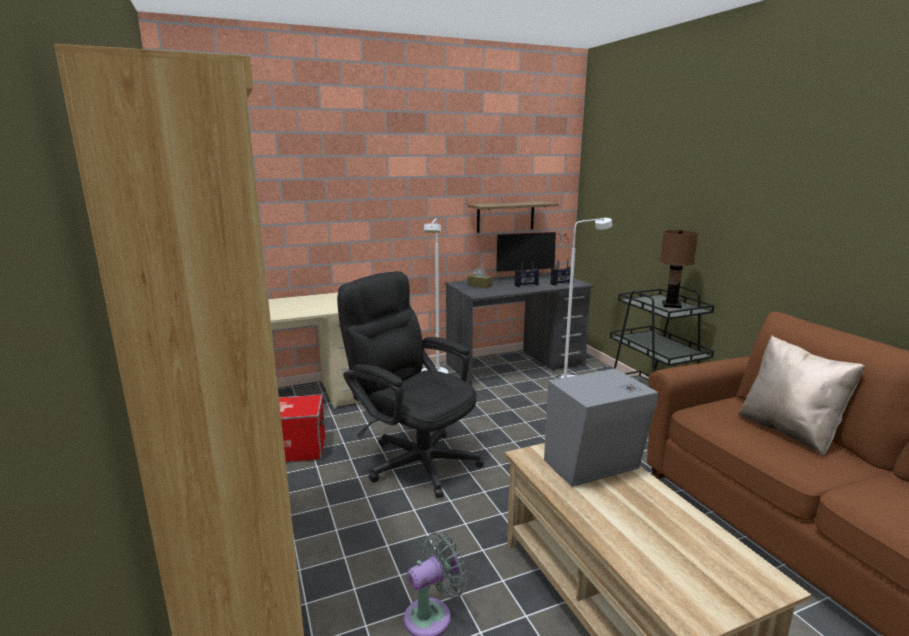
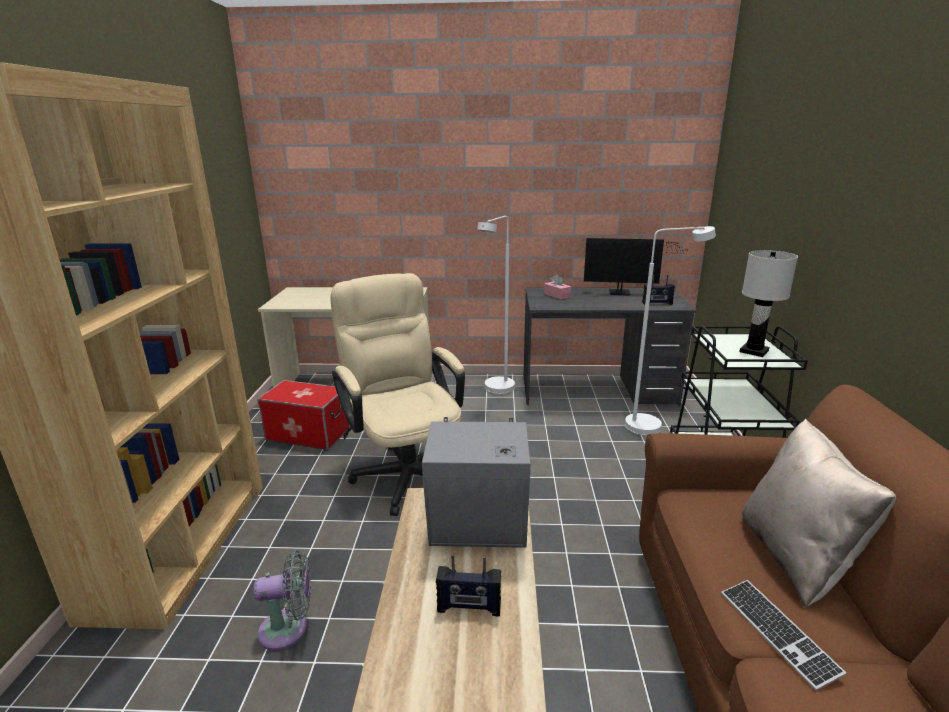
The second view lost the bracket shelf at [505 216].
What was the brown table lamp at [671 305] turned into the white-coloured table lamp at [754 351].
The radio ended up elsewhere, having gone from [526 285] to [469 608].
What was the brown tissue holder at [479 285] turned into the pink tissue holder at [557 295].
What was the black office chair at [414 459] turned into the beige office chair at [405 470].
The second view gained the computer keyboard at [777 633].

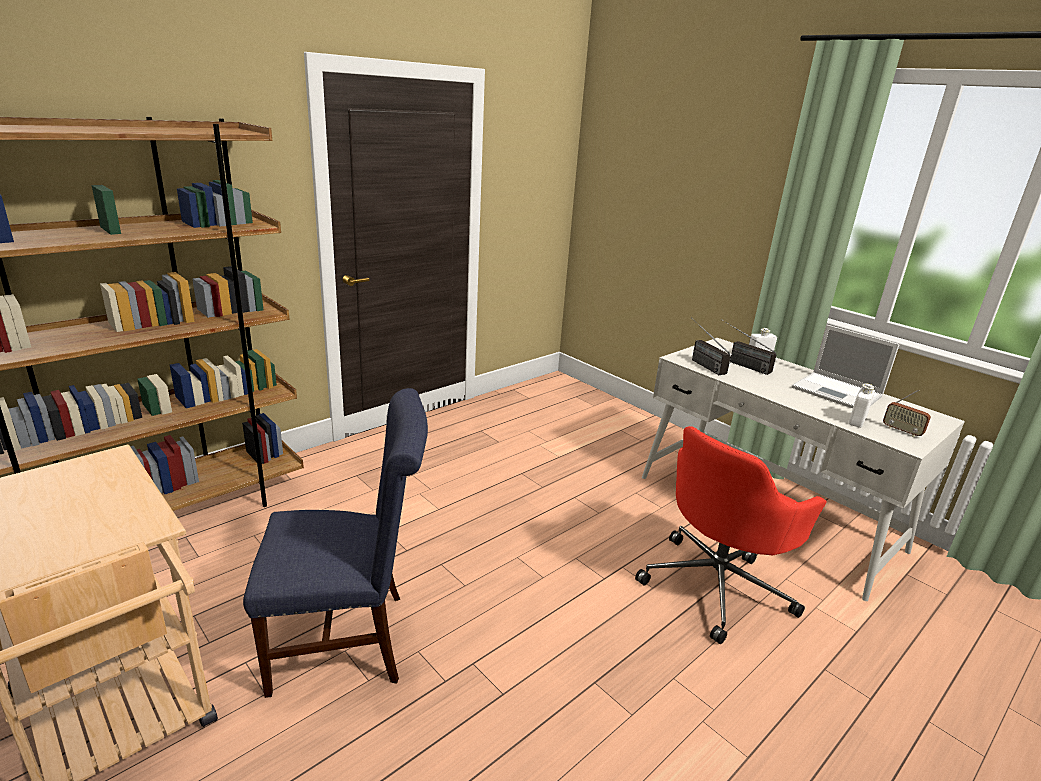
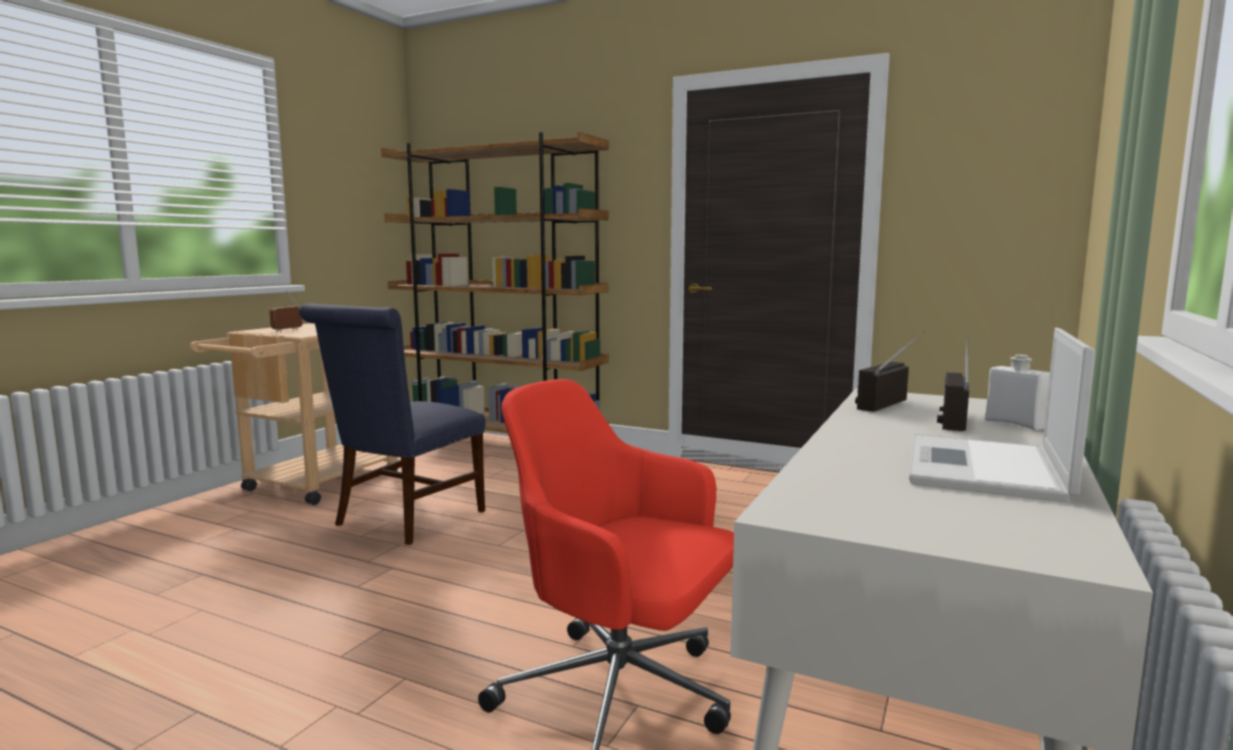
The second view lost the white-coloured drink bottle at [857 421].
The blue plain chair at [349 639] ended up facing another way, 60 degrees clockwise from before.
The radio ended up elsewhere, having gone from [902 431] to [287 330].

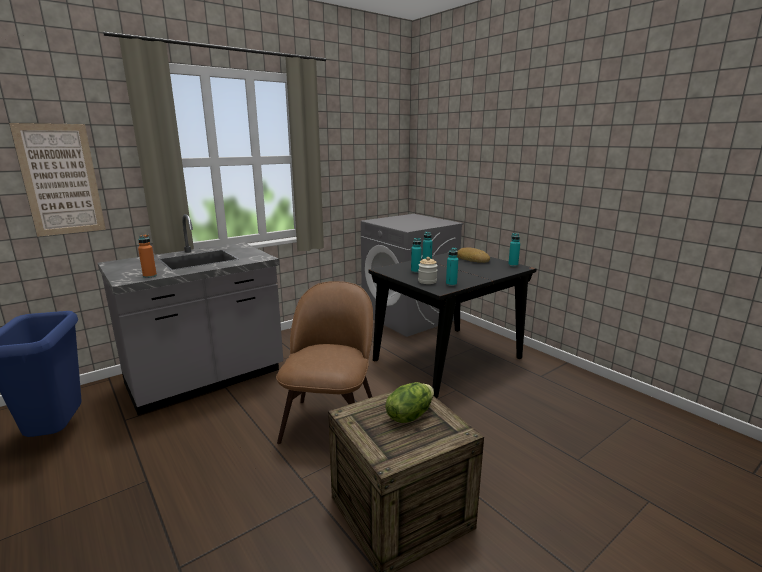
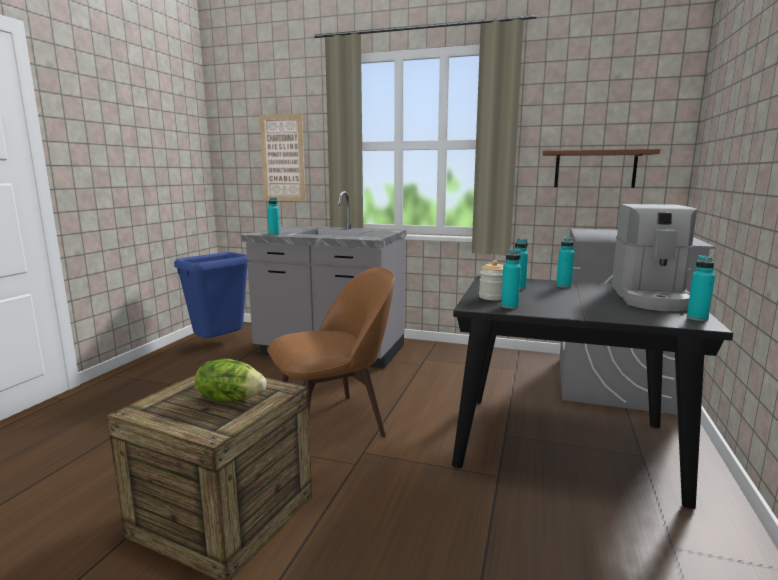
What was the orangey drink bottle at [150 276] turned into the blue-green drink bottle at [274 234].
Where the bread stood at [472 259], the coffee machine came to stand at [650 298].
The second view gained the brown bracket shelf at [595 169].

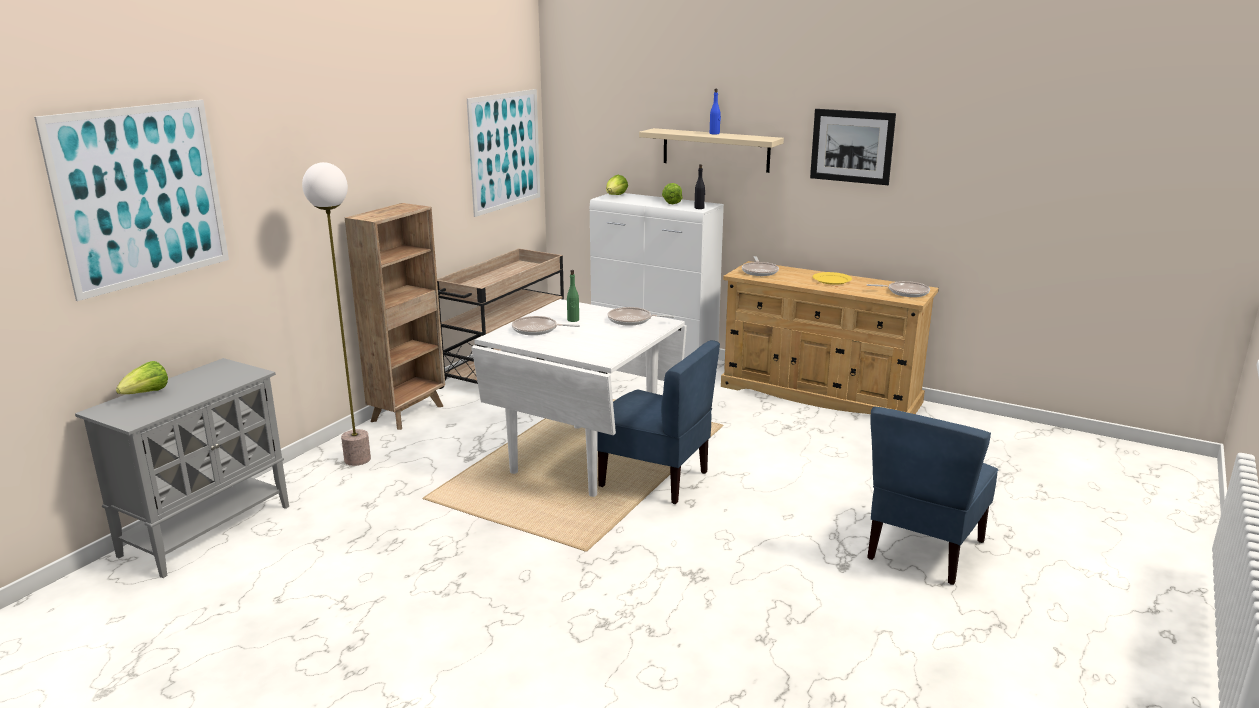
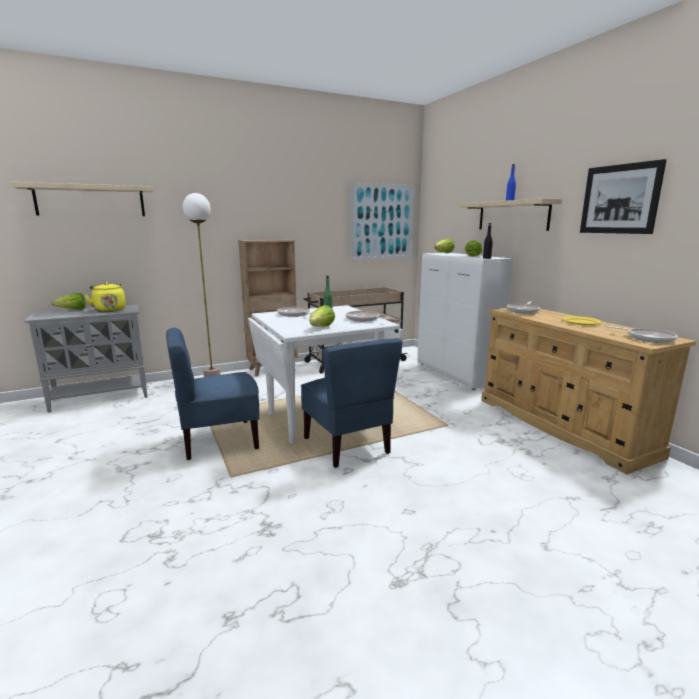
Where the wall art hung at [141 195], the beige bracket shelf came to hang at [90 201].
The blue plain chair ended up elsewhere, having gone from [923 549] to [219 440].
The second view gained the yellowish kettle at [109 310].
The second view gained the head of lettuce at [321 328].

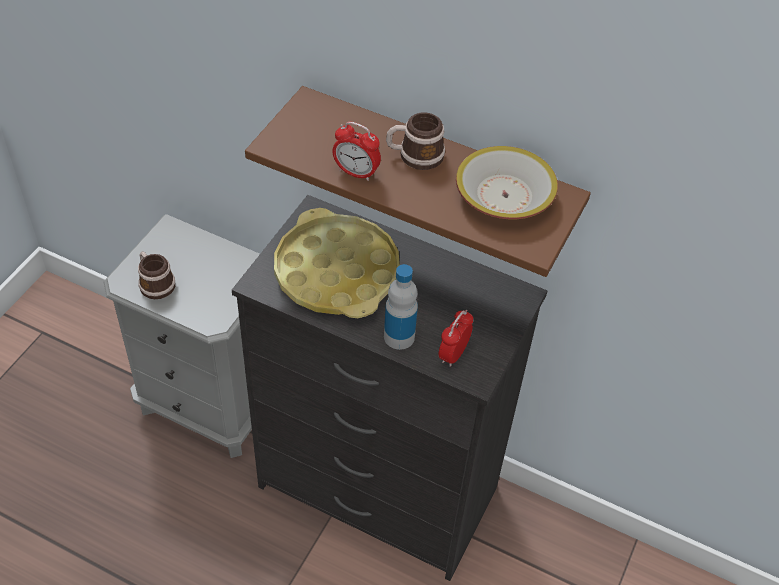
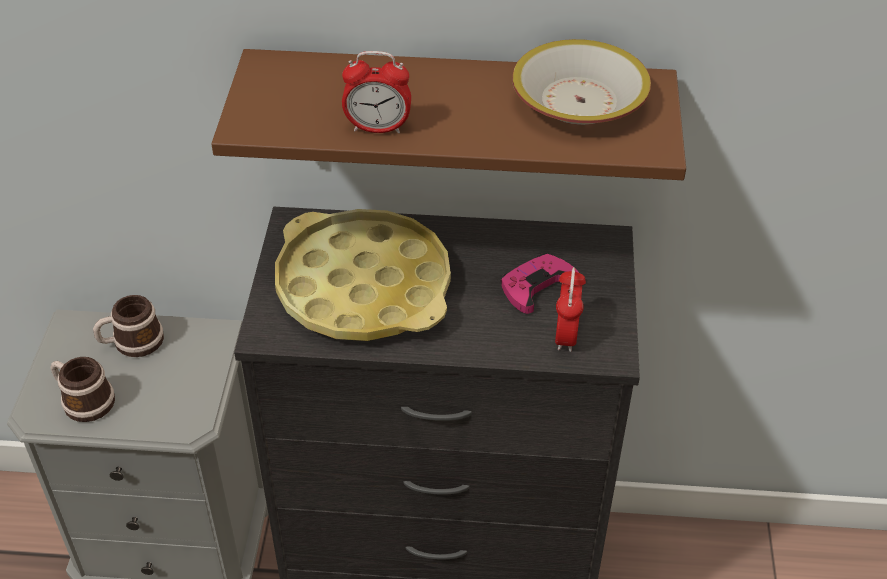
The mug ended up elsewhere, having gone from [414 156] to [132 342].
The second view lost the drink bottle at [399 337].
The second view gained the pink joypad at [537 286].

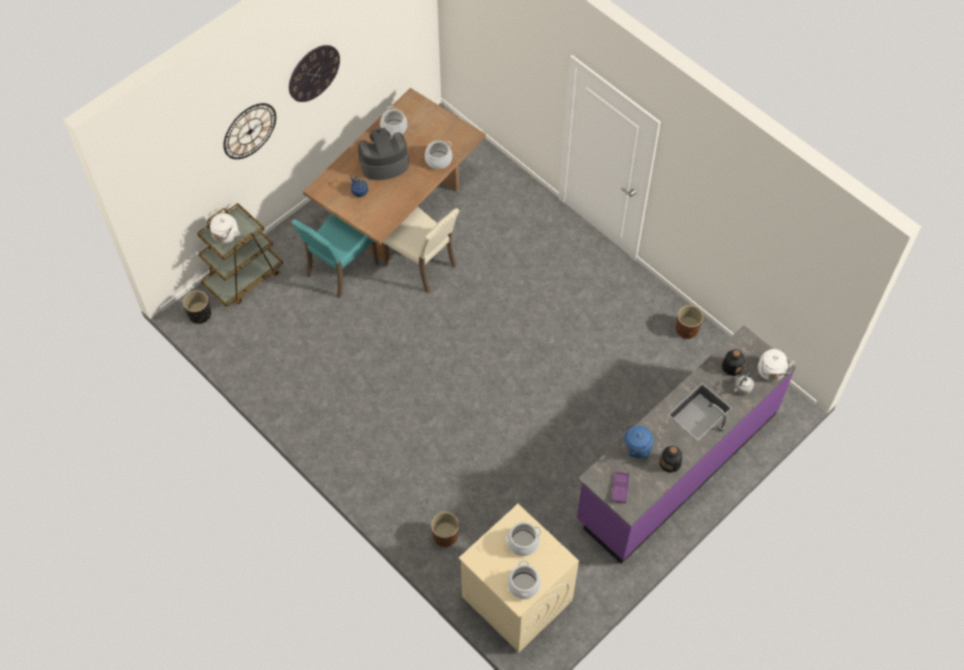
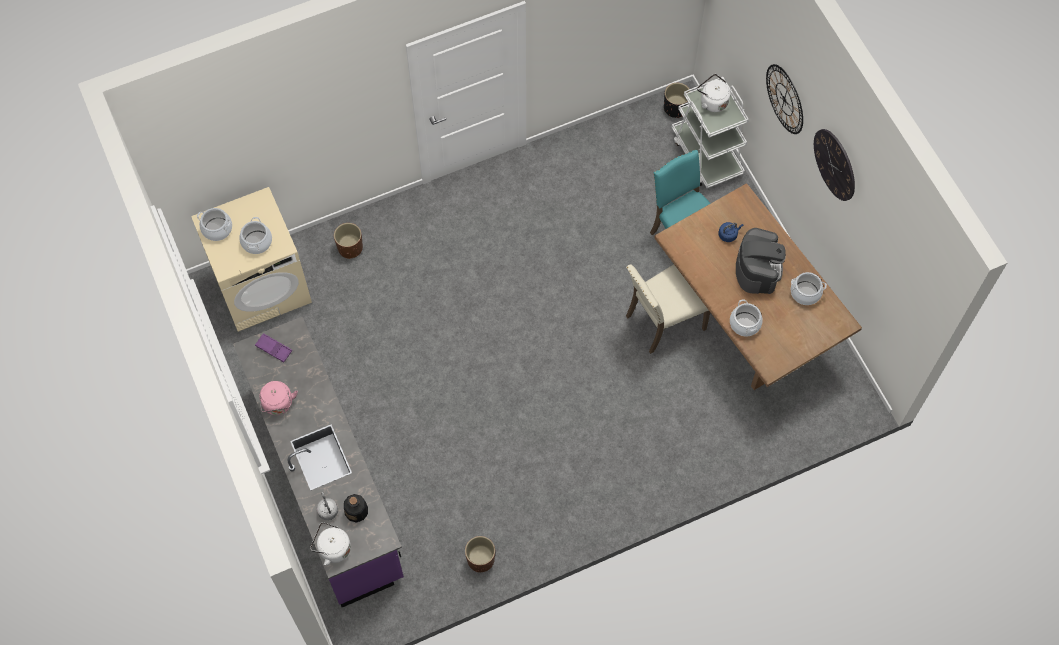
What was the brown wheeled cart at [243 277] turned into the white-coloured wheeled cart at [706 155].
The second view lost the blue kettle at [635 448].
Where the drink bottle stood at [670 463], the pink kettle came to stand at [278 405].

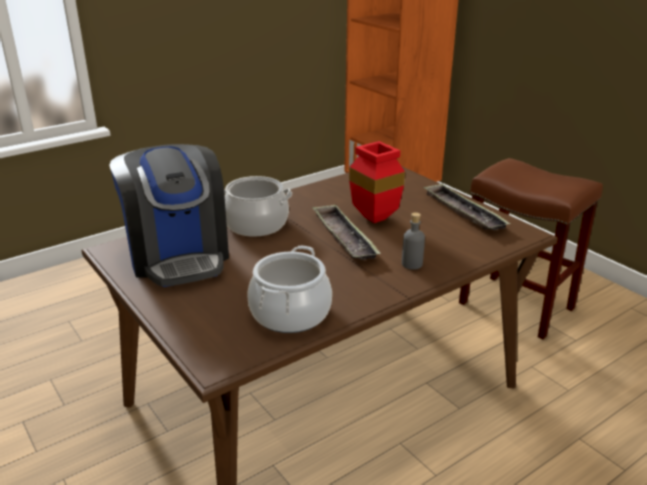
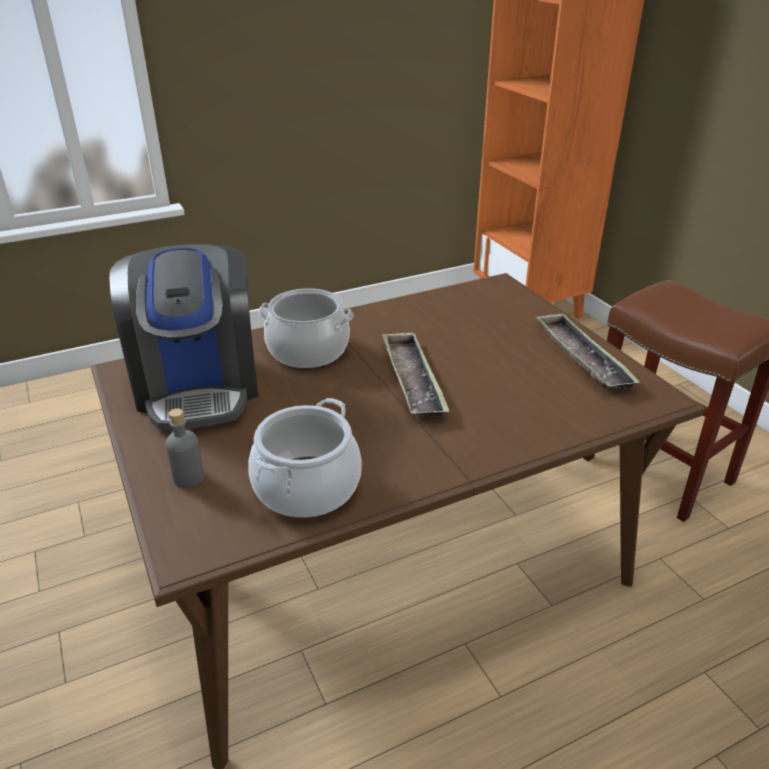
The second view lost the red flower vase at [377 219].
The gray drink bottle ended up elsewhere, having gone from [412 264] to [188 478].

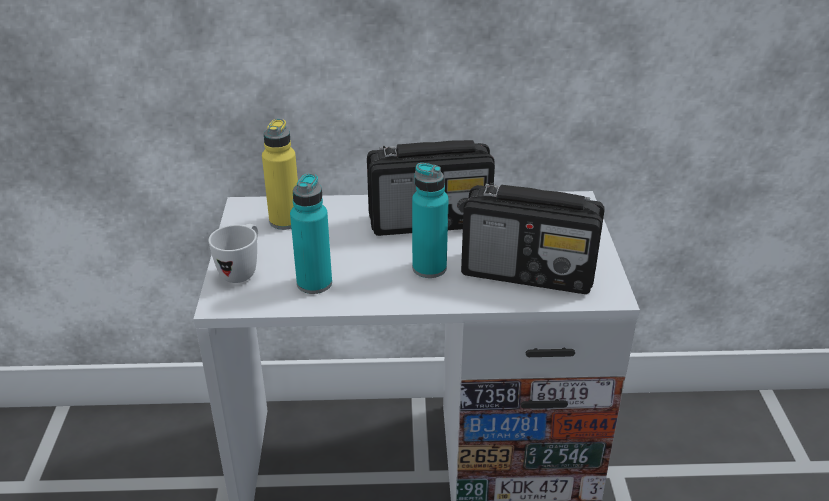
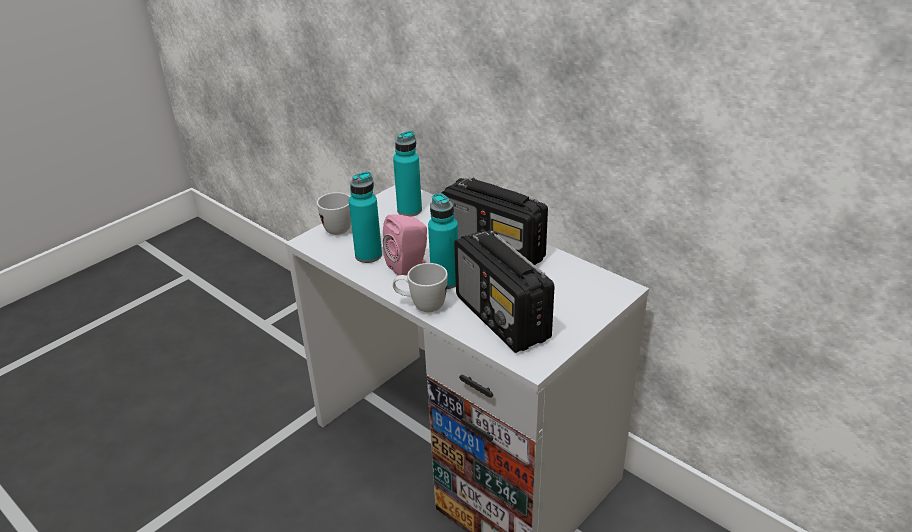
What was the yellowish drink bottle at [285 221] turned into the blue-green drink bottle at [409 210].
The second view gained the pink audio speaker at [409 266].
The second view gained the white-coloured mug at [421 306].

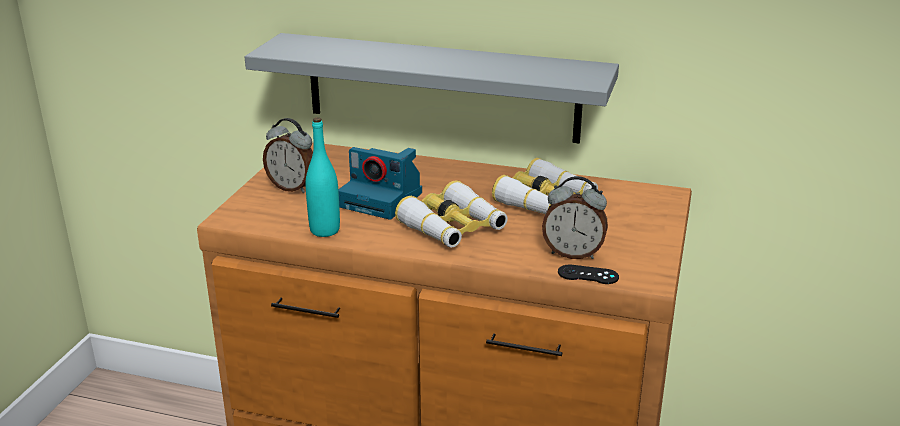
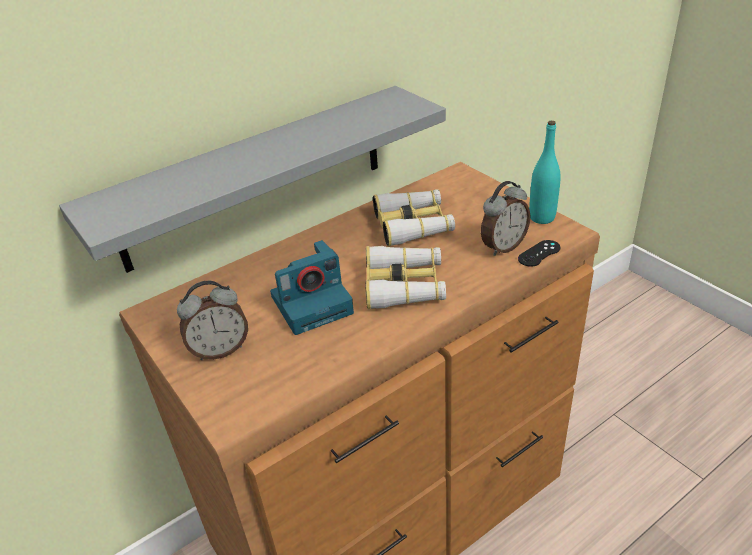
The blue-green drink bottle ended up elsewhere, having gone from [325 230] to [542 217].

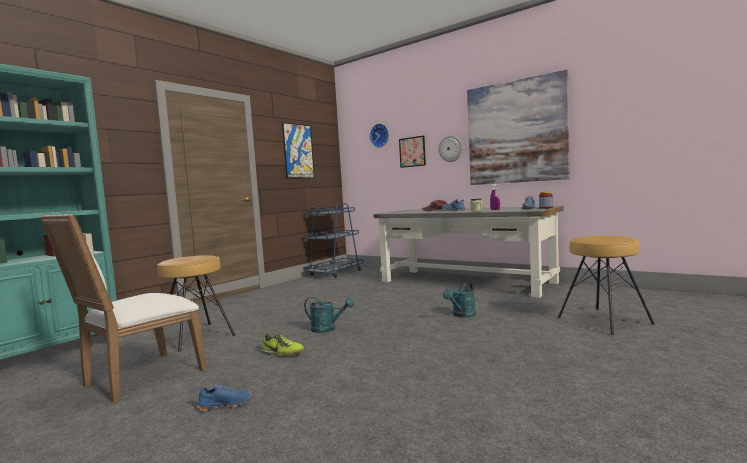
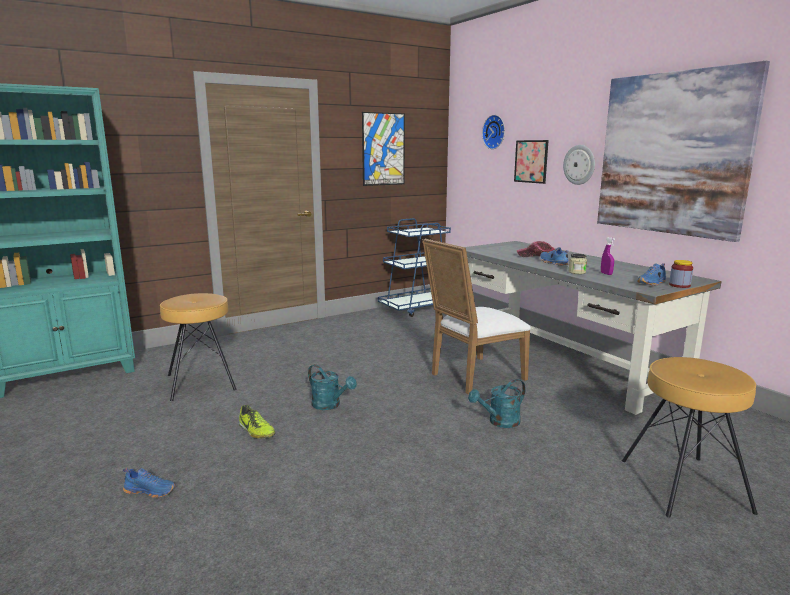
The white-coloured plain chair ended up elsewhere, having gone from [137 378] to [472 377].

